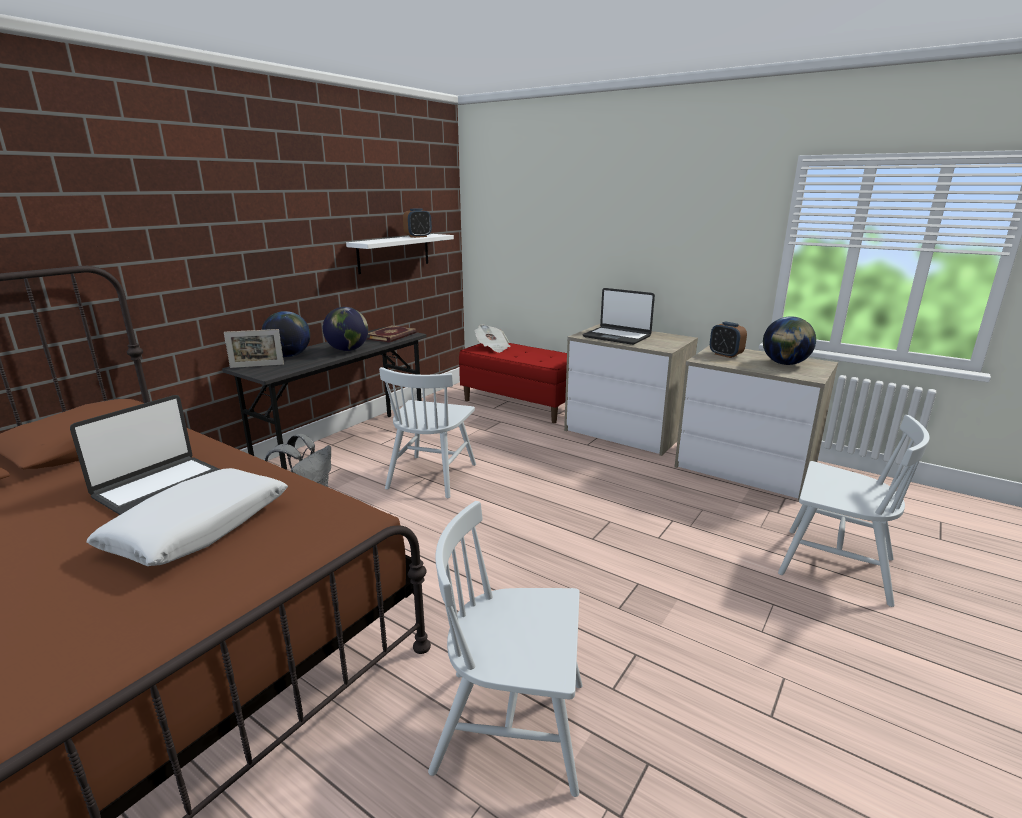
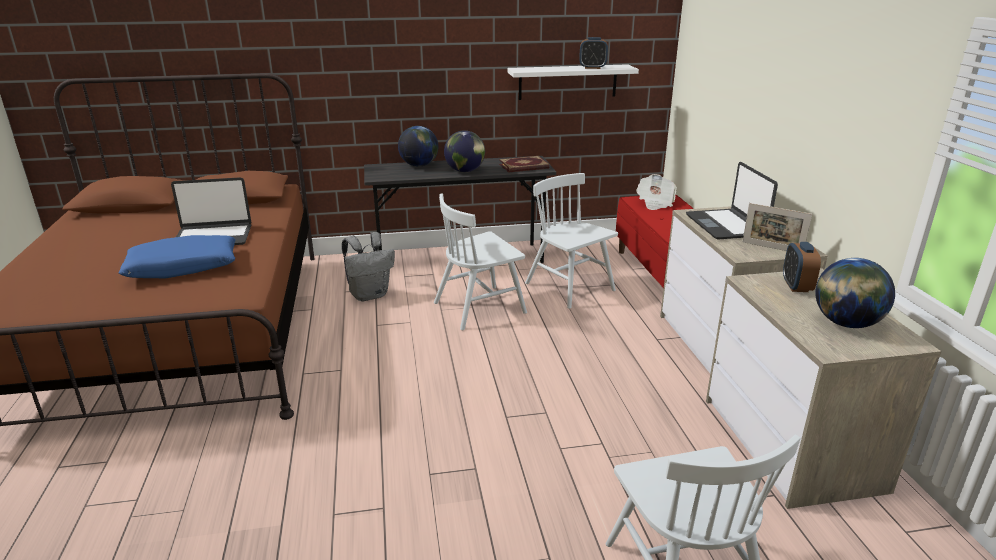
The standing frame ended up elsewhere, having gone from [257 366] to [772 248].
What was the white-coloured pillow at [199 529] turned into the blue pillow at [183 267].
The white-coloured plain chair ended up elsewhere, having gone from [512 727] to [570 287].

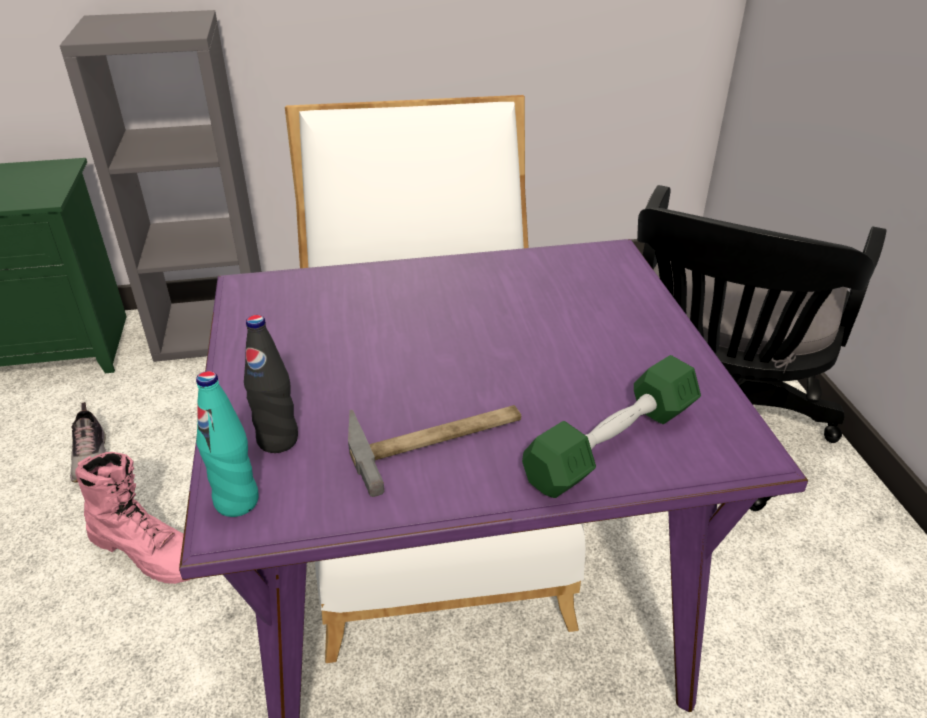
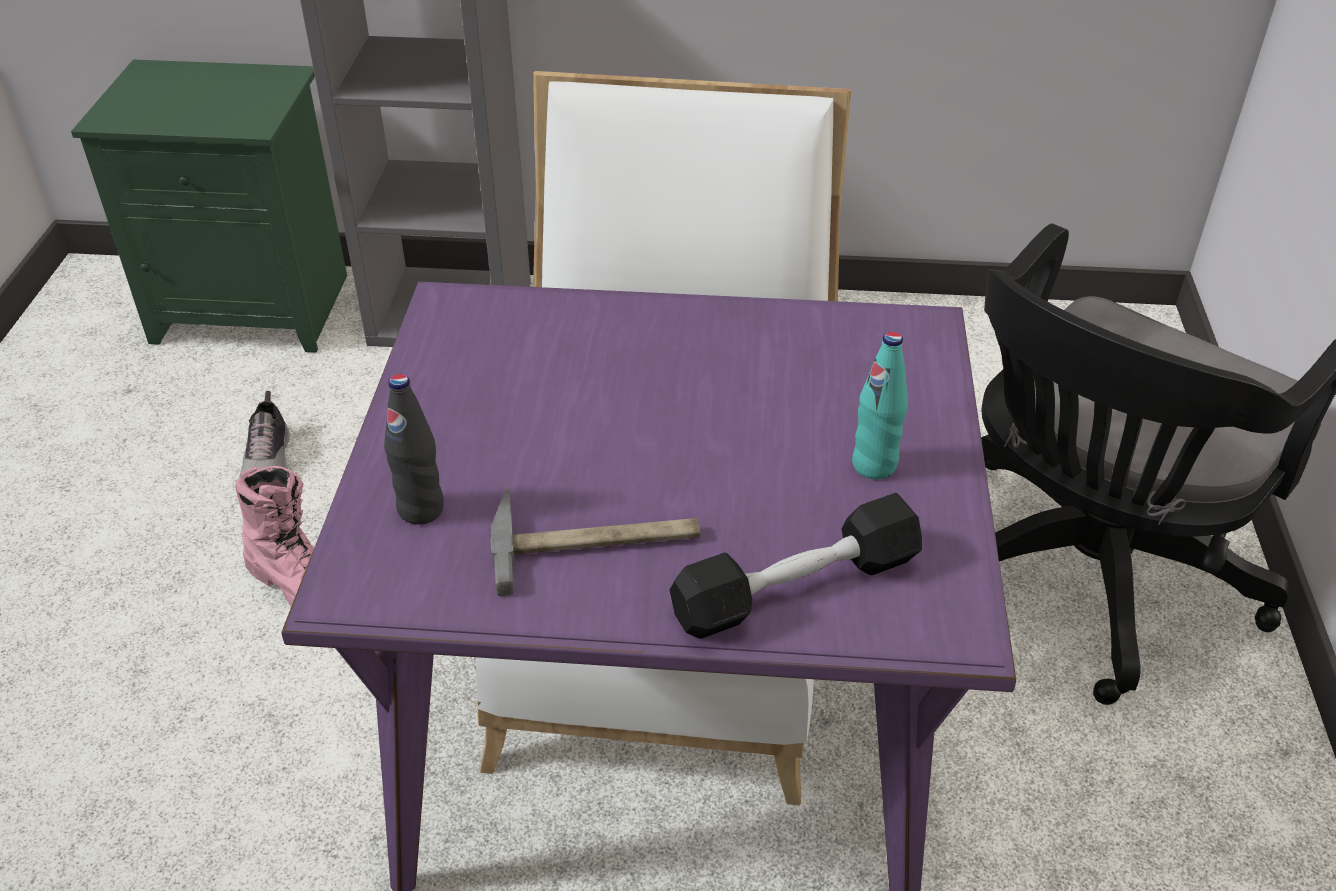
What was the greenish dumbbell at [612 444] turned into the black dumbbell at [796 587].
The blue-green drink bottle ended up elsewhere, having gone from [237 501] to [874 465].

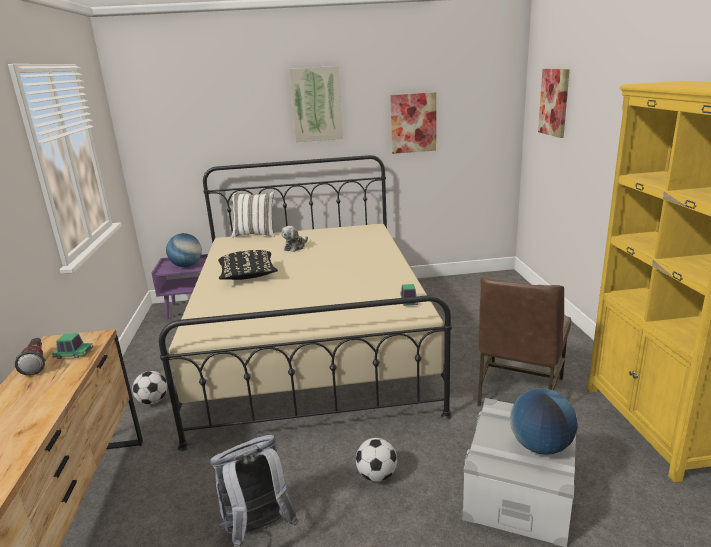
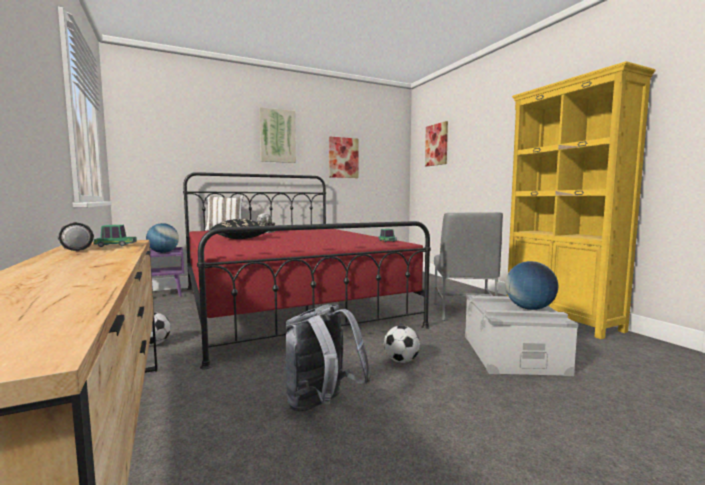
What was the beige bedroom bed at [310 345] turned into the red bedroom bed at [287 305].
What was the brown plain chair at [518 392] turned into the gray plain chair at [464 313].

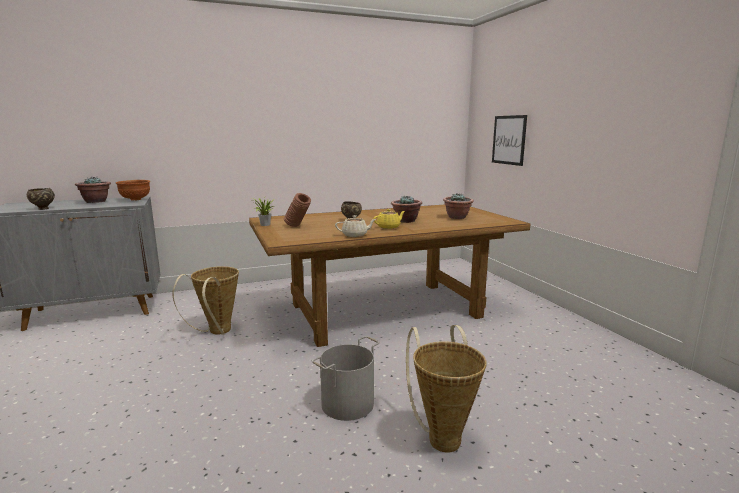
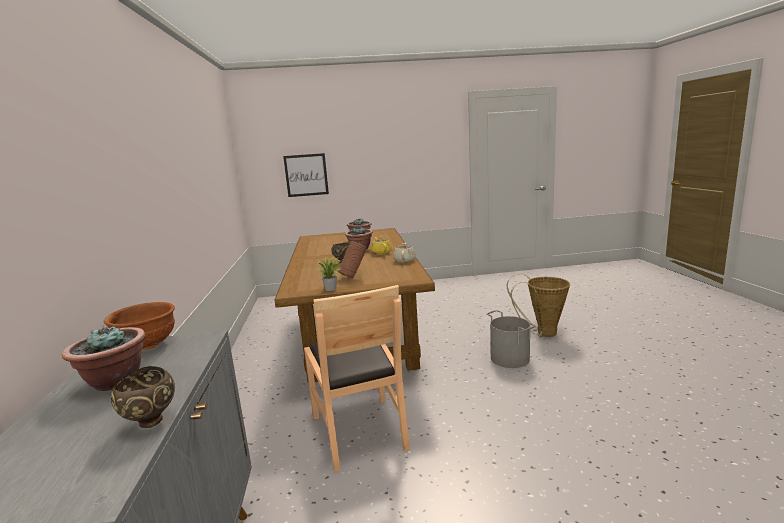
Where the household basket stood at [217 332], the brown plain chair came to stand at [359 431].

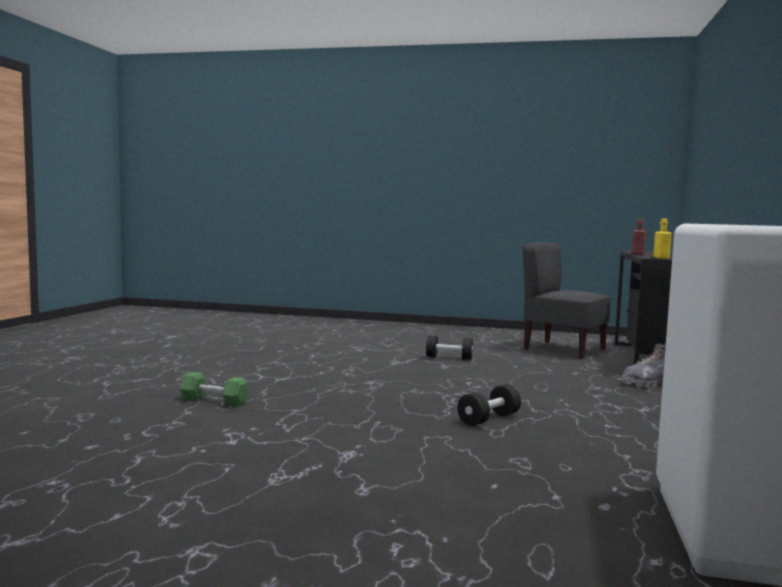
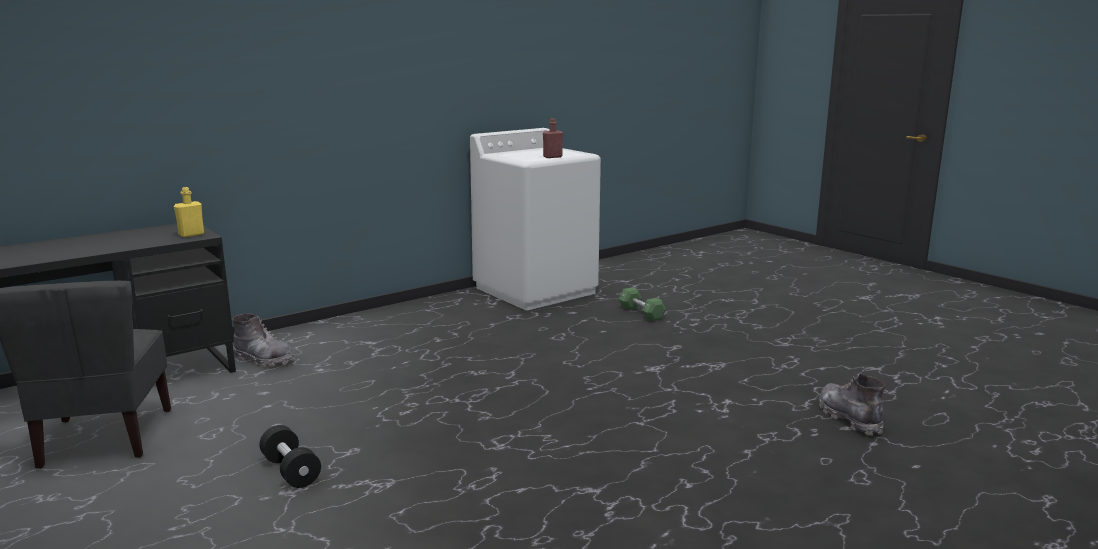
The red drink bottle ended up elsewhere, having gone from [638 254] to [552 157].
The greenish dumbbell ended up elsewhere, having gone from [214 401] to [641 313].
The second view lost the black dumbbell at [489 419].
The second view gained the gray tall boot at [849 418].

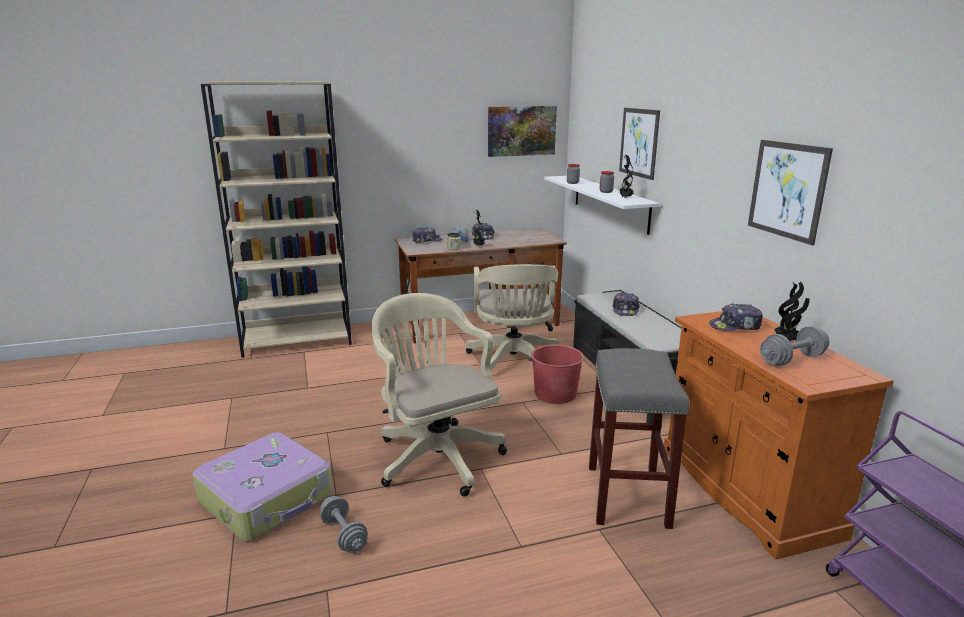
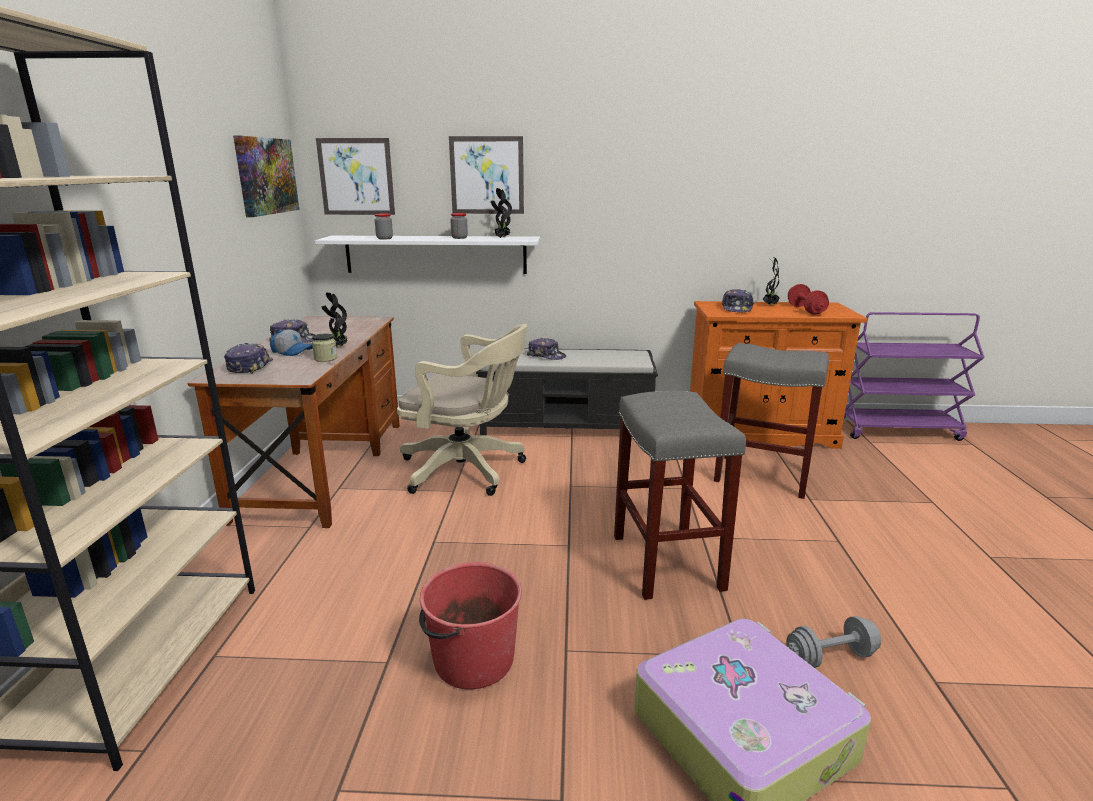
The wall art ended up elsewhere, having gone from [787 190] to [356 177].
Where the beige office chair stood at [436 455], the gray stool came to stand at [665 561].
What was the gray dumbbell at [792 359] turned into the red dumbbell at [805 310].
The red pail ended up elsewhere, having gone from [555 394] to [472 660].

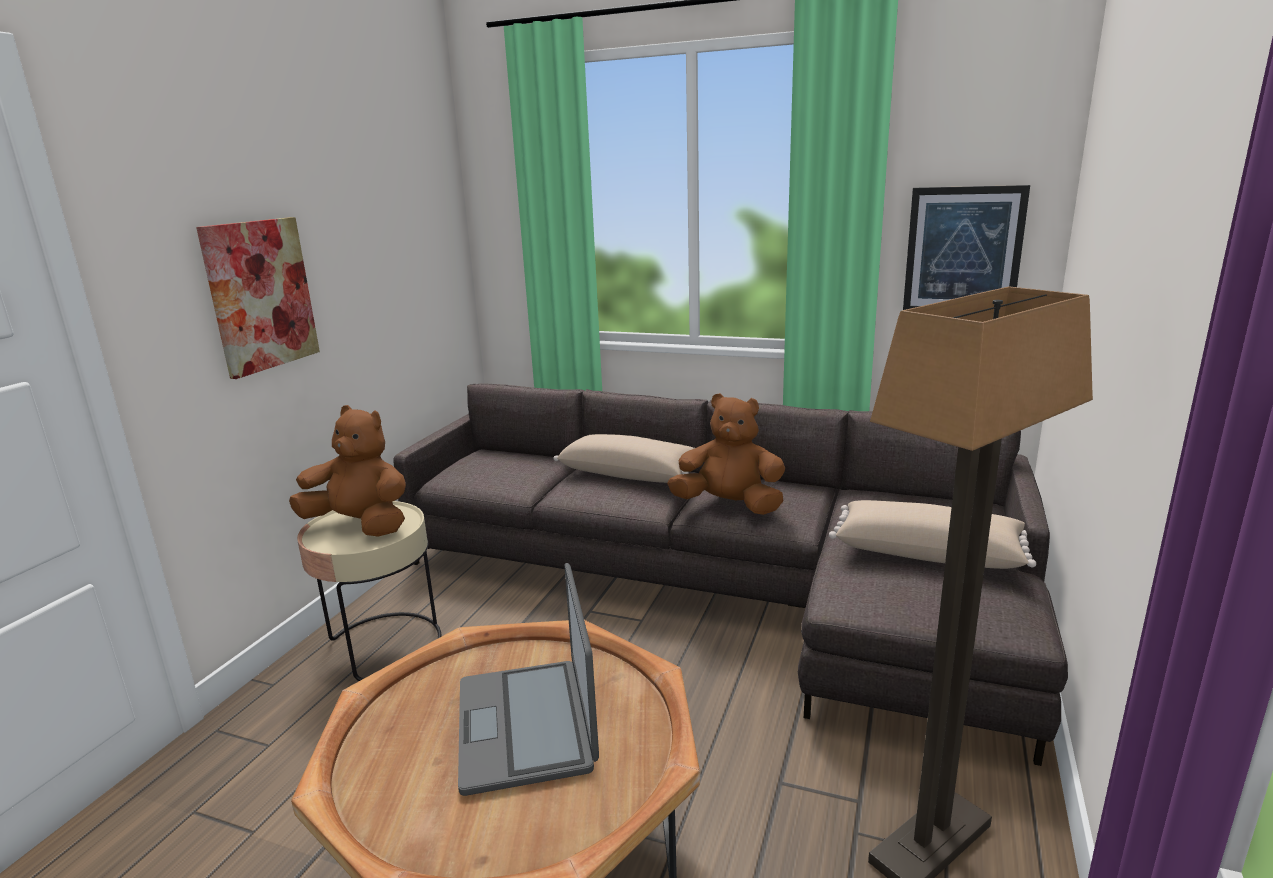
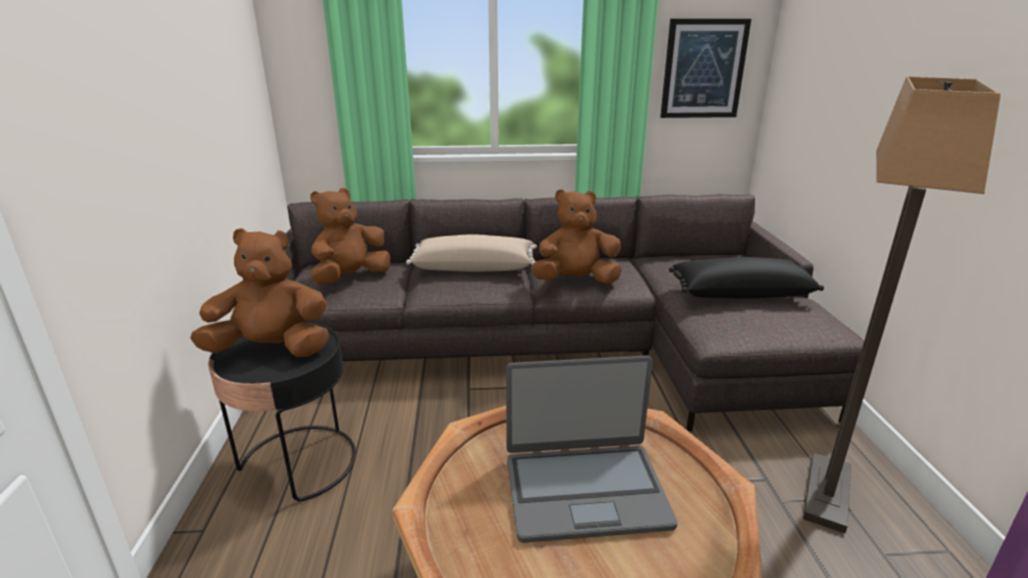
The second view lost the wall art at [260 295].
What was the beige pillow at [928 553] turned into the black pillow at [740 293].
What was the beige side table at [383 646] turned into the black side table at [299 463].
The laptop at [527 725] ended up facing another way, 60 degrees counterclockwise from before.
The second view gained the brown soft toy at [351 278].

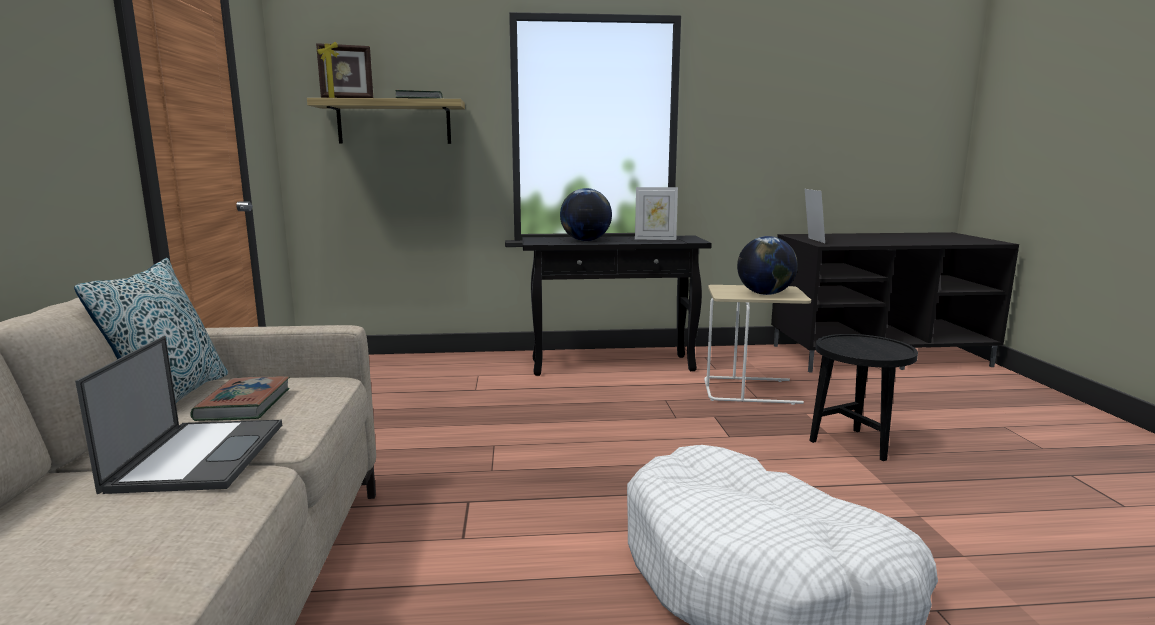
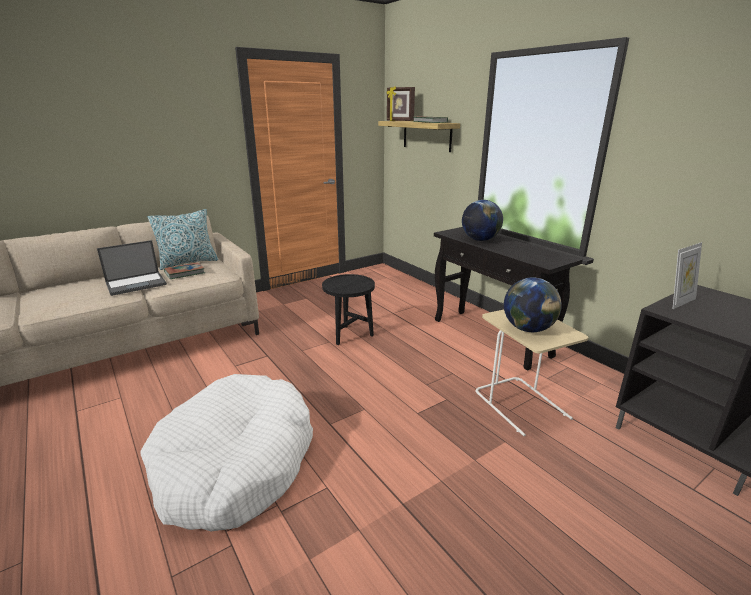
The second view lost the standing frame at [655 239].
The black side table ended up elsewhere, having gone from [855 446] to [349 336].

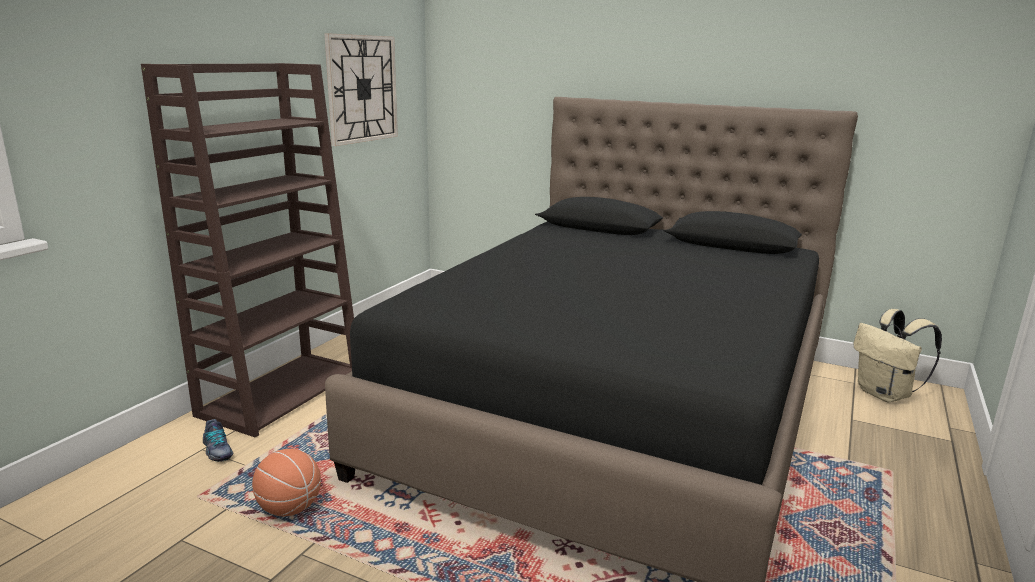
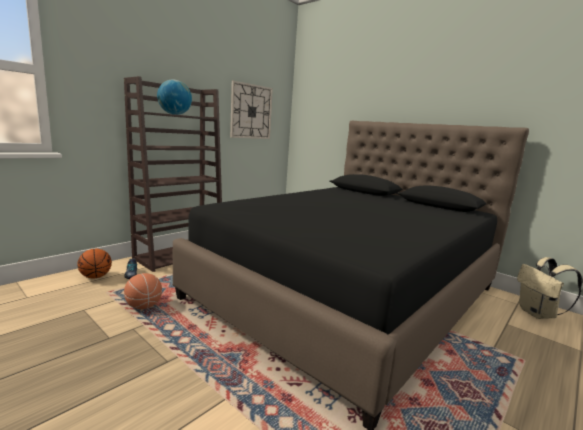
The second view gained the globe at [174 114].
The second view gained the ball for basketball at [95 277].

